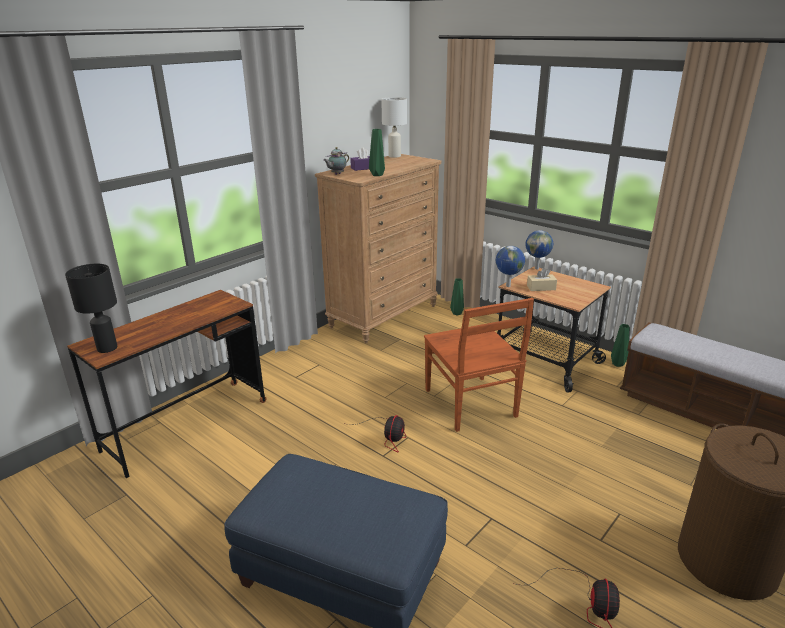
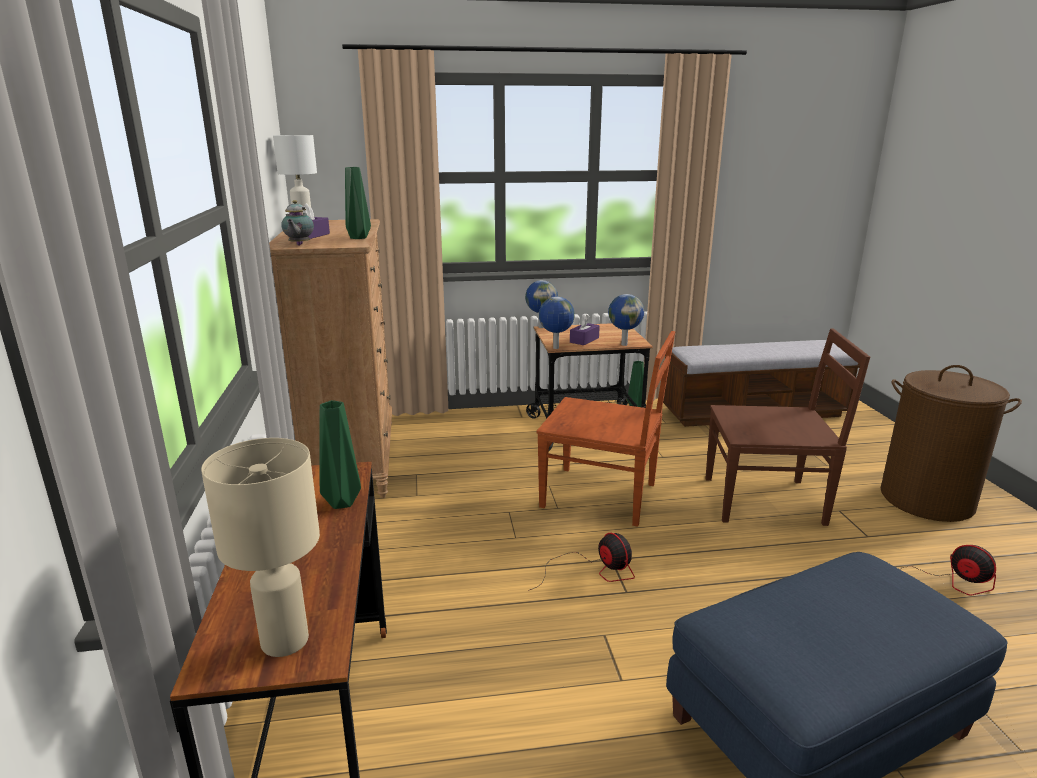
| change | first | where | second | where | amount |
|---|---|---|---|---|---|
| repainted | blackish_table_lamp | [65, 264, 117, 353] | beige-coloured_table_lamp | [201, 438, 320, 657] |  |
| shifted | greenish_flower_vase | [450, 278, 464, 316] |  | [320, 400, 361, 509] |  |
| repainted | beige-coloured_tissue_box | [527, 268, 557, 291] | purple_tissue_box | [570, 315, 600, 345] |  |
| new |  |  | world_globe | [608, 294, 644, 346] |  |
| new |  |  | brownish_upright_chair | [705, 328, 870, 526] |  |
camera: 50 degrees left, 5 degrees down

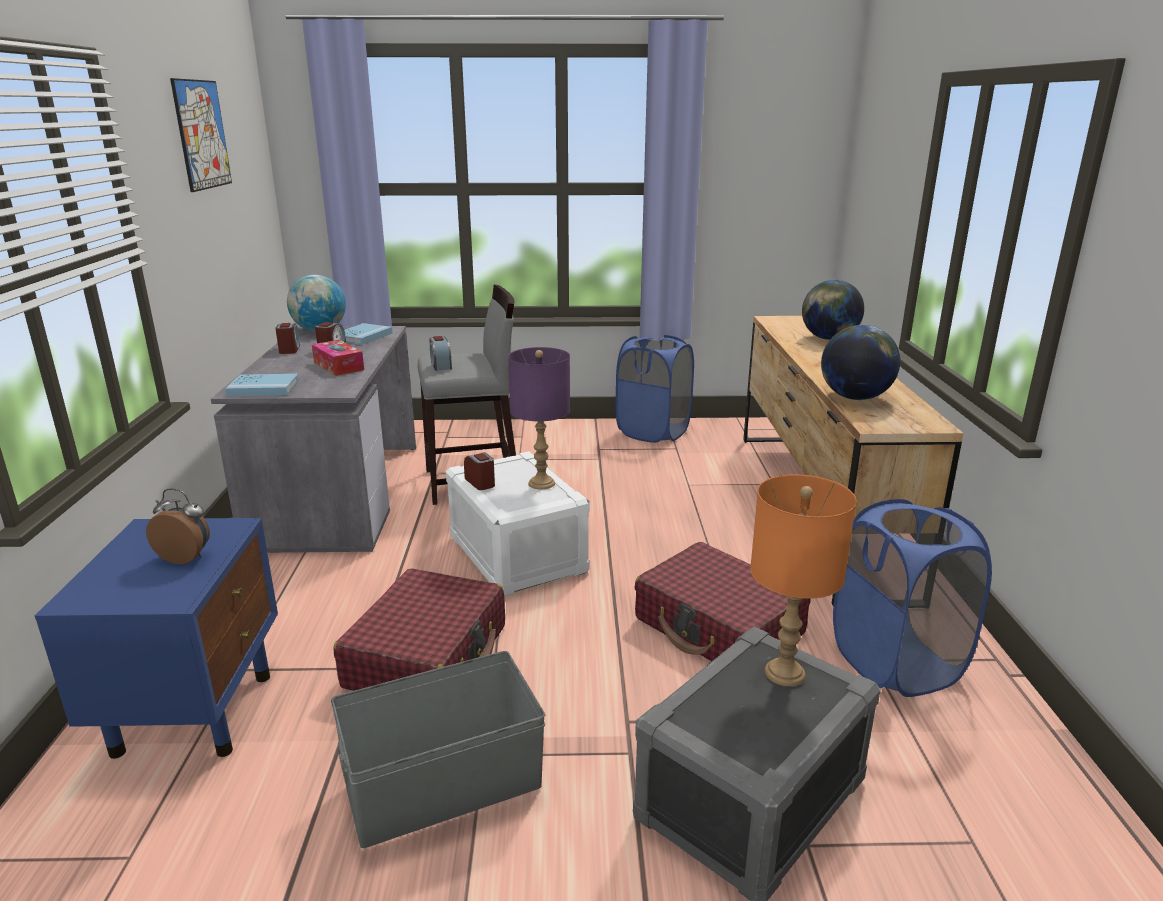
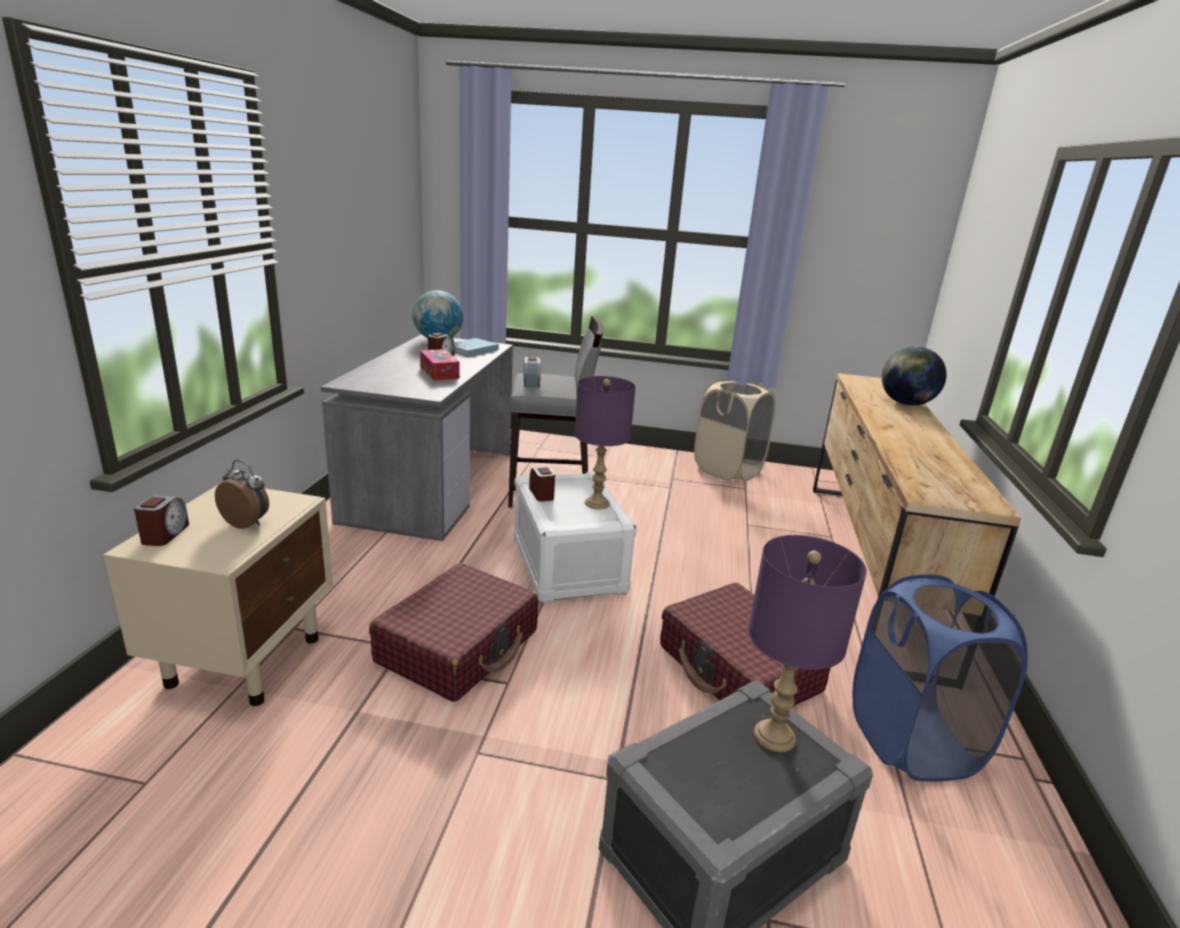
| change | first | where | second | where | amount |
|---|---|---|---|---|---|
| repainted | blue-coloured_nightstand | [35, 518, 278, 759] | beige-coloured_nightstand | [103, 484, 333, 706] |  |
| gone | wall_picture | [170, 78, 232, 192] |  |  |  |
| gone | blue-coloured_book | [225, 374, 299, 396] |  |  |  |
| shifted | table_clock | [275, 323, 300, 354] |  | [134, 496, 189, 546] |  |
| gone | greyish_storage_box | [331, 651, 545, 848] |  |  |  |
| repainted | blue-coloured_laundry_basket | [616, 335, 694, 443] | beige-coloured_laundry_basket | [694, 379, 776, 481] |  |
| repainted | orange_table_lamp | [750, 475, 856, 686] | purple_table_lamp | [748, 535, 867, 752] |  |
| gone | world_globe | [821, 325, 900, 400] |  |  |  |
camera: 10 degrees right, 0 degrees up

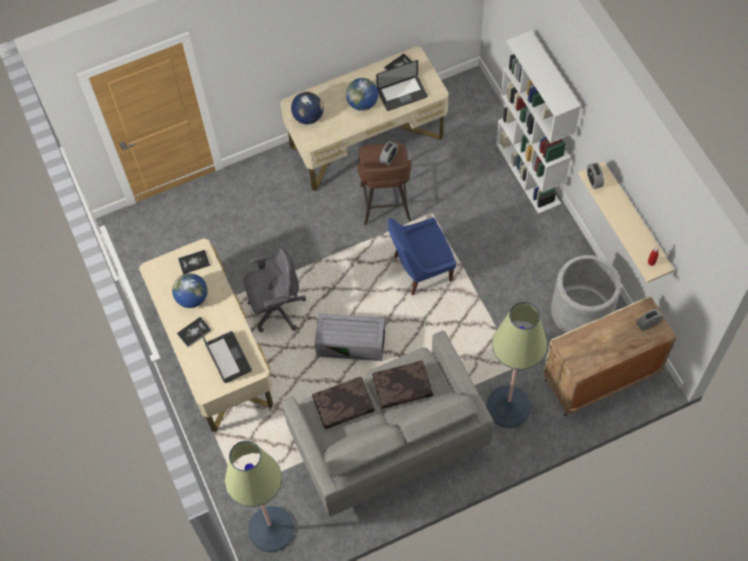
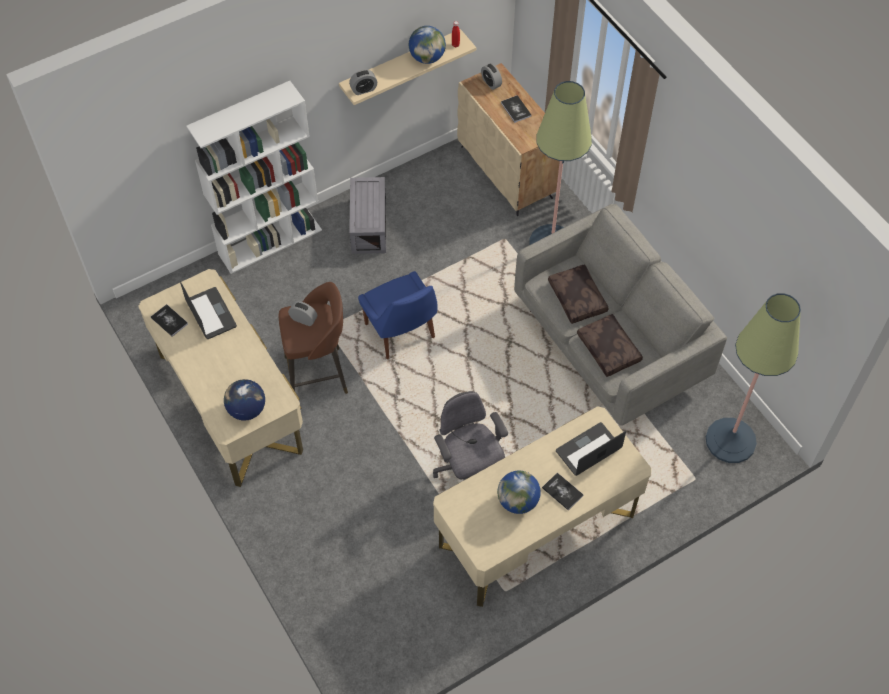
| change | first | where | second | where | amount |
|---|---|---|---|---|---|
| shifted | book | [178, 250, 210, 274] |  | [501, 95, 532, 123] |  |
| shifted | greyish_storage_box | [315, 313, 385, 361] |  | [349, 177, 386, 254] |  |
| shifted | world_globe | [346, 78, 378, 111] |  | [409, 26, 446, 64] |  |
| gone | greyish_planter | [551, 255, 621, 333] |  |  |  |
camera: 100 degrees left, 5 degrees down

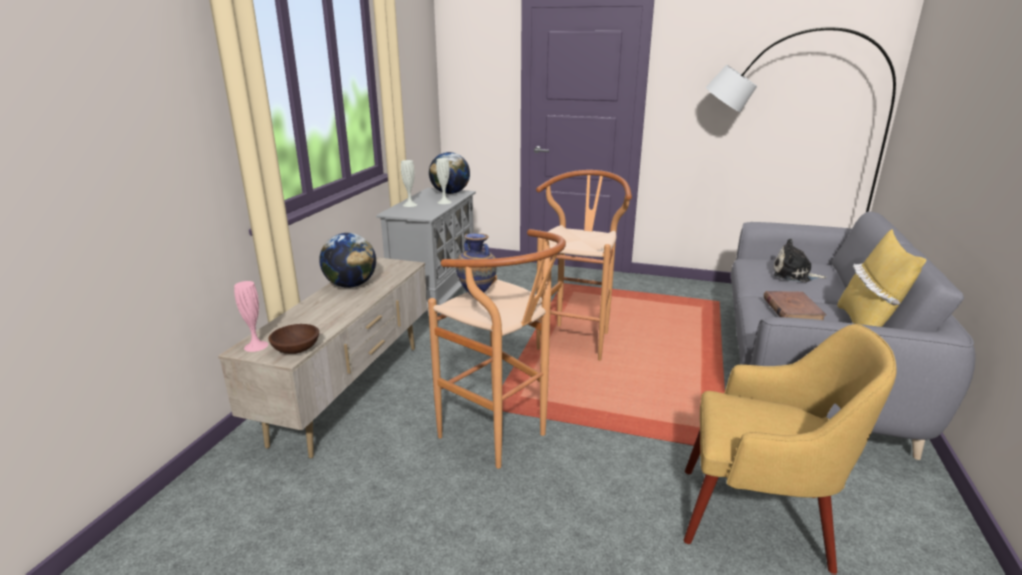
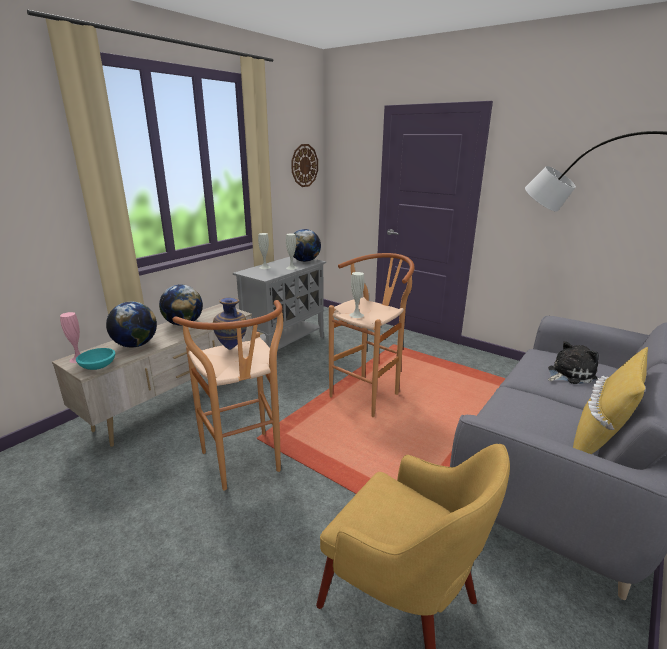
| change | first | where | second | where | amount |
|---|---|---|---|---|---|
| repainted | brownish_bowl | [268, 324, 319, 354] | blue-green_bowl | [76, 348, 115, 370] |  |
| gone | brownish_book | [764, 291, 826, 320] |  |  |  |
| rotated | cuddly_toy | [773, 239, 827, 282] |  | [548, 341, 599, 384] | 120 degrees clockwise |
| new |  |  | world_globe | [106, 302, 157, 348] |  |
| new |  |  | hanging_clock | [291, 144, 318, 187] |  |
| new |  |  | white_flower_vase | [349, 272, 364, 318] |  |
camera: 20 degrees right, 0 degrees up

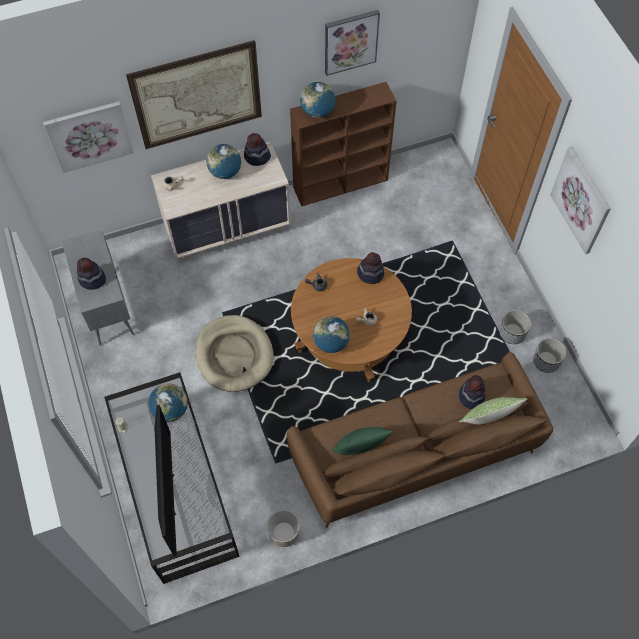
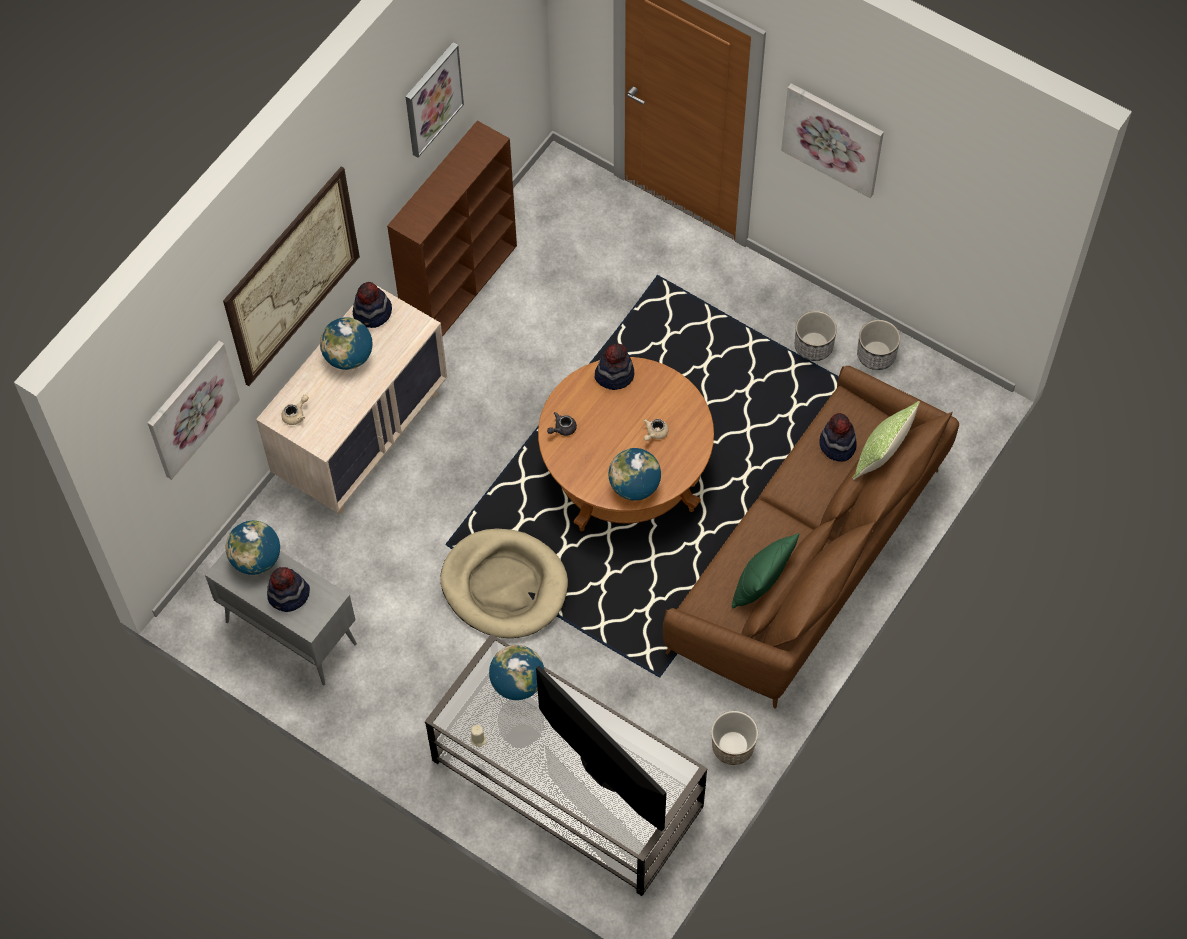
| change | first | where | second | where | amount |
|---|---|---|---|---|---|
| shifted | world_globe | [300, 82, 335, 118] |  | [226, 521, 280, 575] |  |
camera: 35 degrees left, 0 degrees up

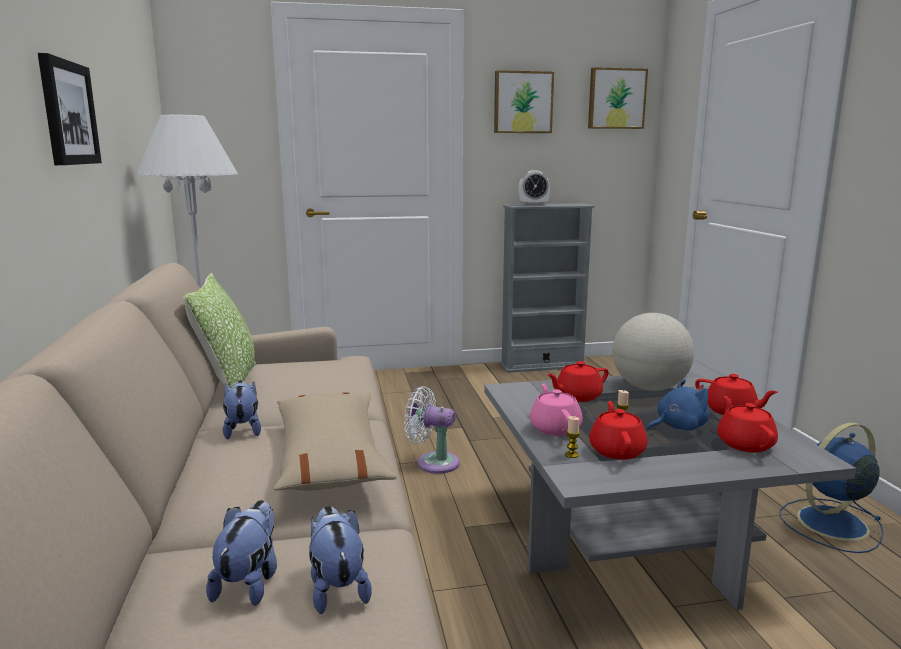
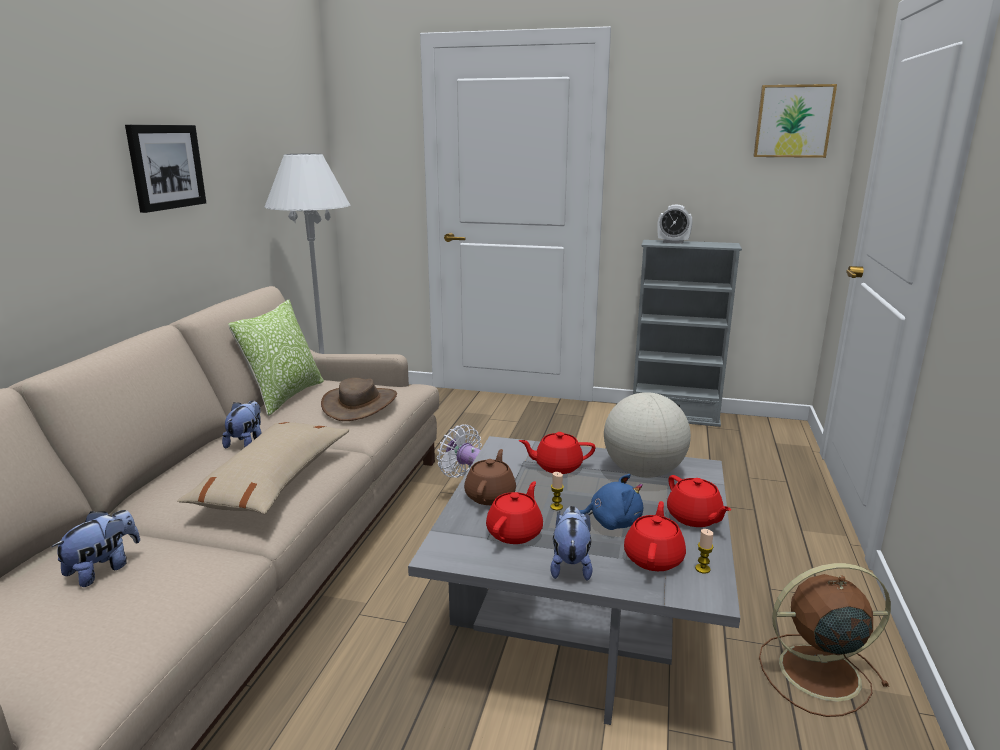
| change | first | where | second | where | amount |
|---|---|---|---|---|---|
| shifted | cuddly_toy | [309, 506, 372, 614] |  | [550, 506, 593, 581] |  |
| gone | wall_picture | [494, 70, 554, 133] |  |  |  |
| repainted | pinkish_tea_pot | [530, 384, 583, 436] | brownish_tea_pot | [464, 449, 516, 505] |  |
| shifted | candle | [565, 416, 580, 458] |  | [695, 529, 713, 574] |  |
| repainted | blue-coloured_fan | [780, 422, 883, 553] | brownish_fan | [759, 563, 891, 717] |  |
| new |  |  | brownish_clothing_hat | [321, 378, 397, 421] |  |
camera: 25 degrees right, 5 degrees up

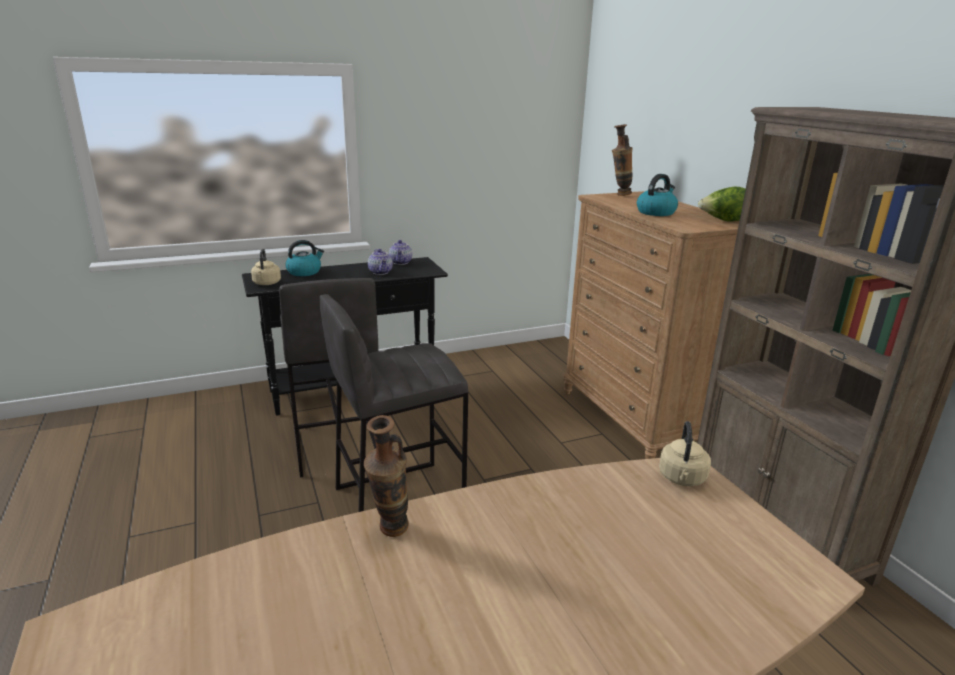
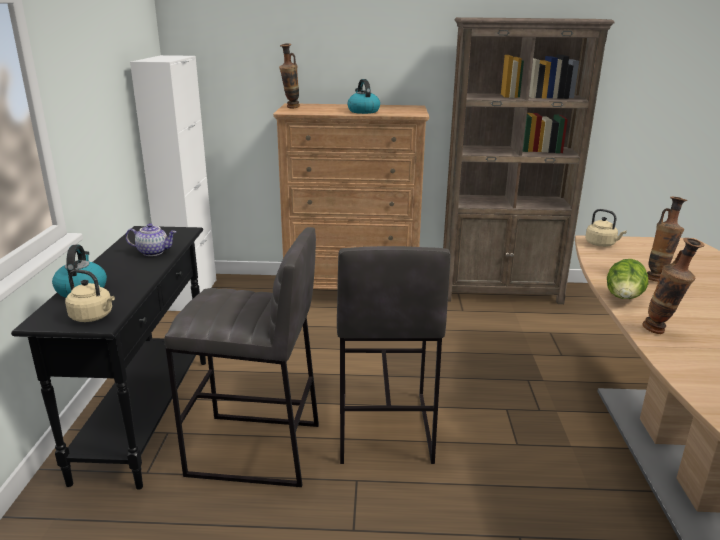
| change | first | where | second | where | amount |
|---|---|---|---|---|---|
| gone | tea_pot | [389, 240, 412, 265] |  |  |  |
| shifted | head_of_lettuce | [698, 186, 746, 222] |  | [607, 259, 648, 299] |  |
| new |  |  | white_cupboard | [130, 55, 217, 311] |  |
| new |  |  | flower_vase | [647, 197, 687, 282] |  |
camera: 65 degrees left, 0 degrees up

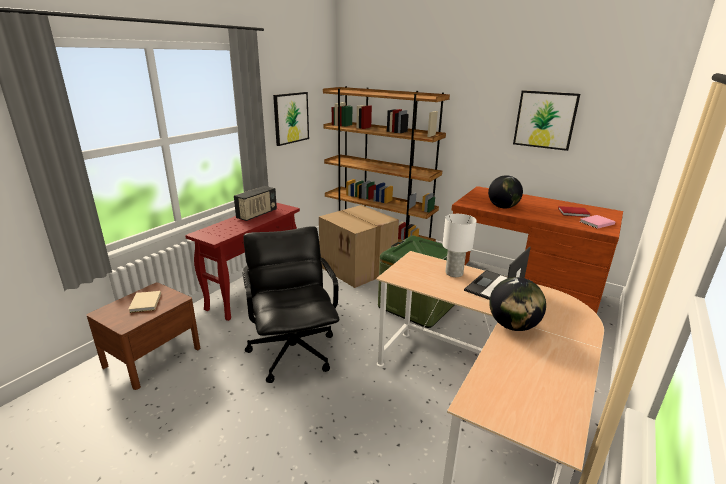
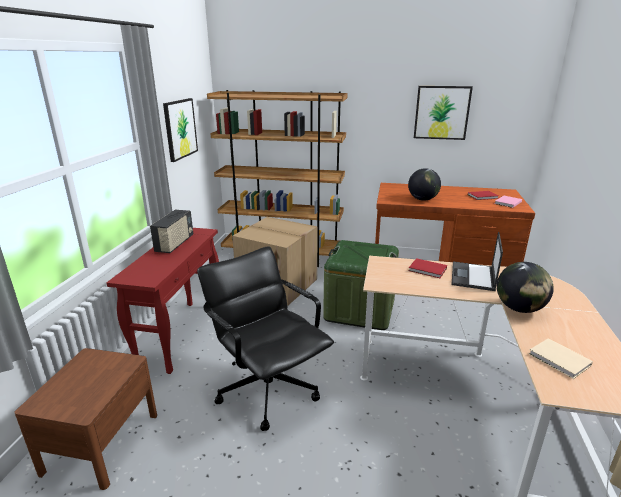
| change | first | where | second | where | amount |
|---|---|---|---|---|---|
| shifted | beige-coloured_book | [128, 291, 161, 313] |  | [529, 338, 593, 379] |  |
| swapped | white_table_lamp | [443, 214, 477, 277] | reddish_book | [409, 258, 447, 278] |  |
camera: 20 degrees left, 0 degrees up

